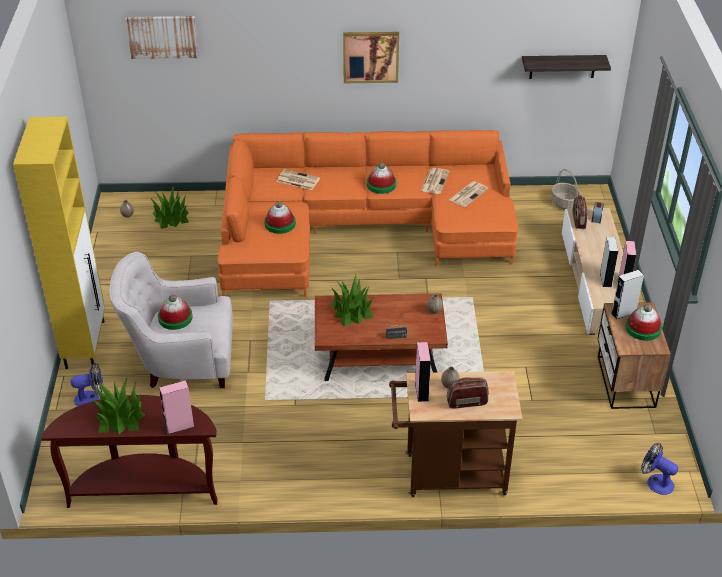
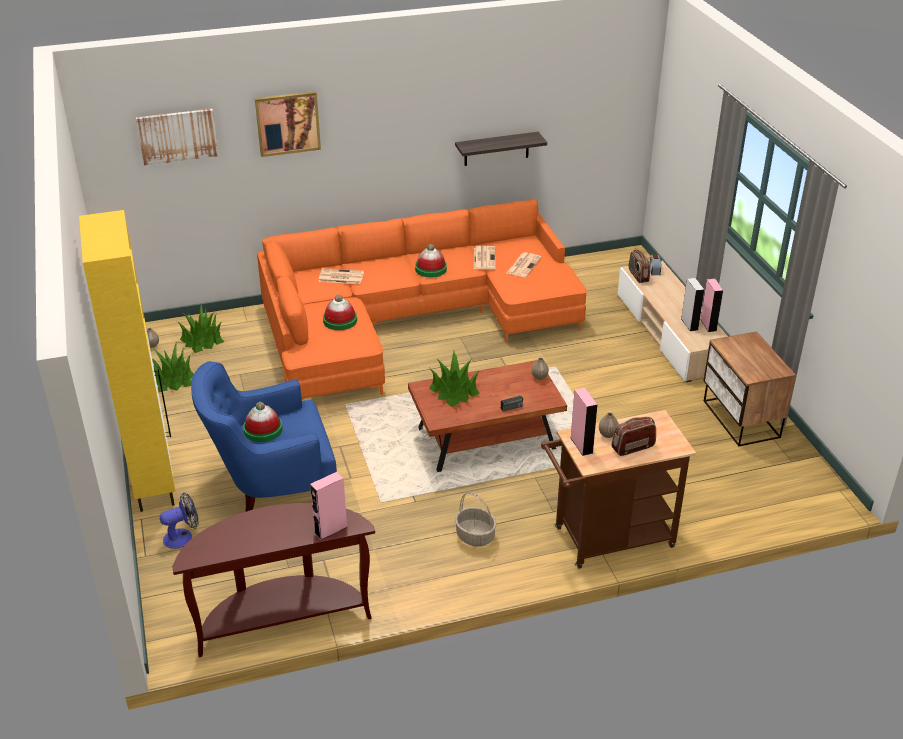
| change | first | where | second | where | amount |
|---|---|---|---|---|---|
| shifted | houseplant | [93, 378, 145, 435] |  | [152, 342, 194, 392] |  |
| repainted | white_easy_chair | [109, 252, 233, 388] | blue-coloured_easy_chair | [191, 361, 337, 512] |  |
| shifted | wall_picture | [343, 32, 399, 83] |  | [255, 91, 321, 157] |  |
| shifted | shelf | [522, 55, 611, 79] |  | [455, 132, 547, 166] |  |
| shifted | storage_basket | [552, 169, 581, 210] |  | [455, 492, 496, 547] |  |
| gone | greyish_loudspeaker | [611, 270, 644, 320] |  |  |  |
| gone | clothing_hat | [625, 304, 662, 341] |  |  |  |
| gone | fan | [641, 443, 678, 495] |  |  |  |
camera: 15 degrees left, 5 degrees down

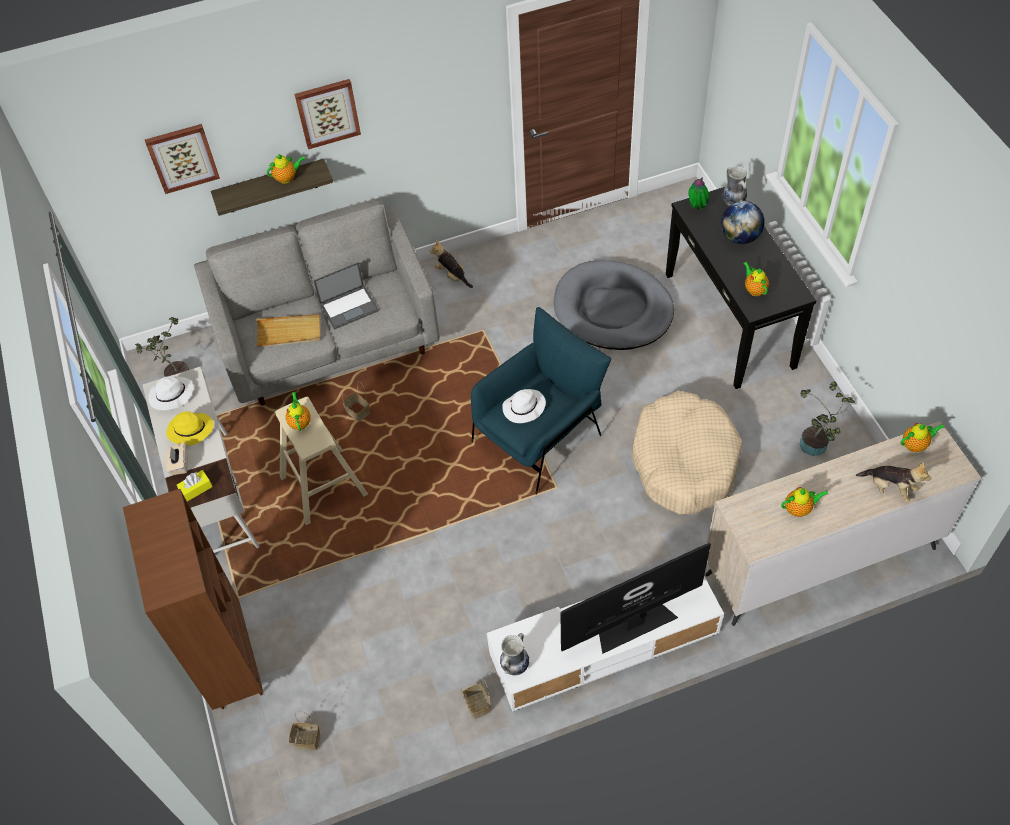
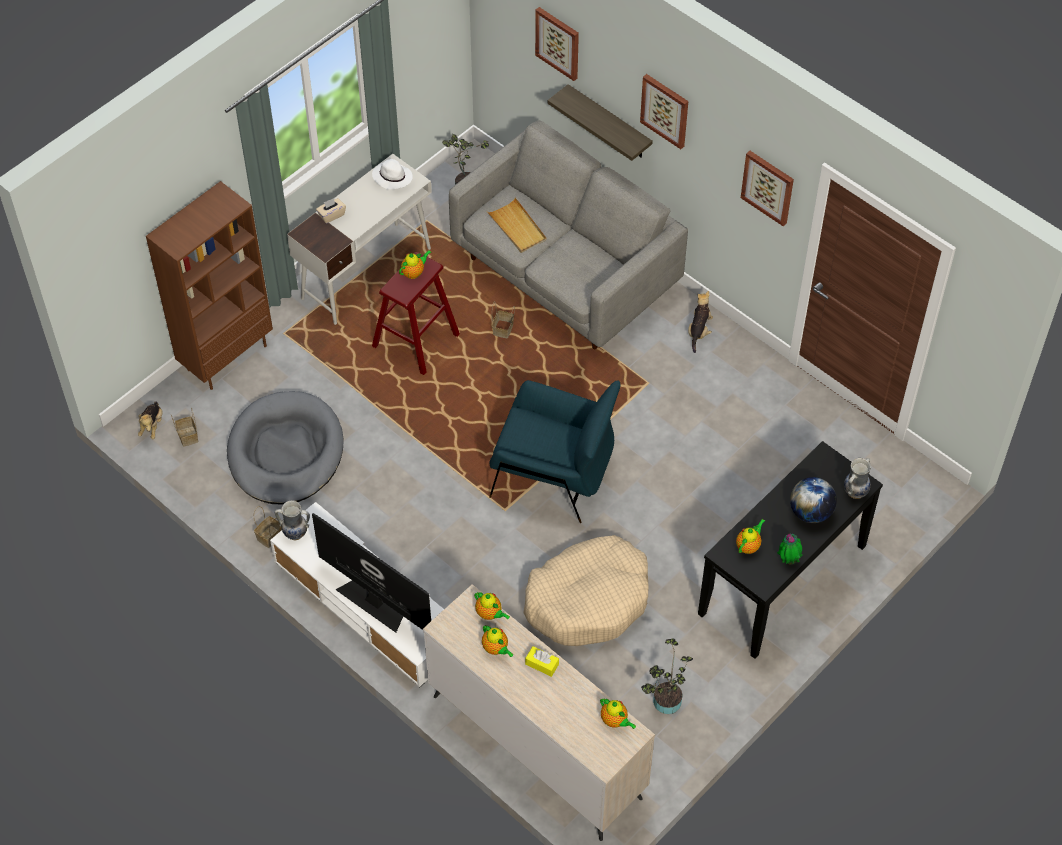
| change | first | where | second | where | amount |
|---|---|---|---|---|---|
| gone | yellow_clothing_hat | [166, 411, 214, 446] |  |  |  |
| shifted | yellow_tissue_box | [177, 470, 213, 501] |  | [525, 646, 559, 677] |  |
| shifted | tea_pot | [267, 154, 305, 184] |  | [474, 592, 510, 620] |  |
| repainted | beige-coloured_stool | [275, 397, 368, 525] | reddish_stool | [372, 252, 460, 375] |  |
| gone | laptop | [313, 262, 379, 330] |  |  |  |
| gone | white_clothing_hat | [503, 389, 546, 423] |  |  |  |
| shifted | greyish_pet_bed | [554, 260, 674, 350] |  | [227, 391, 344, 505] |  |
| shifted | houseplant | [688, 177, 710, 210] |  | [777, 534, 803, 565] |  |
| shifted | cuddly_toy | [856, 462, 931, 502] |  | [138, 401, 163, 439] |  |
| new |  |  | wall_picture | [741, 151, 794, 226] |  |
camera: 60 degrees right, 0 degrees up

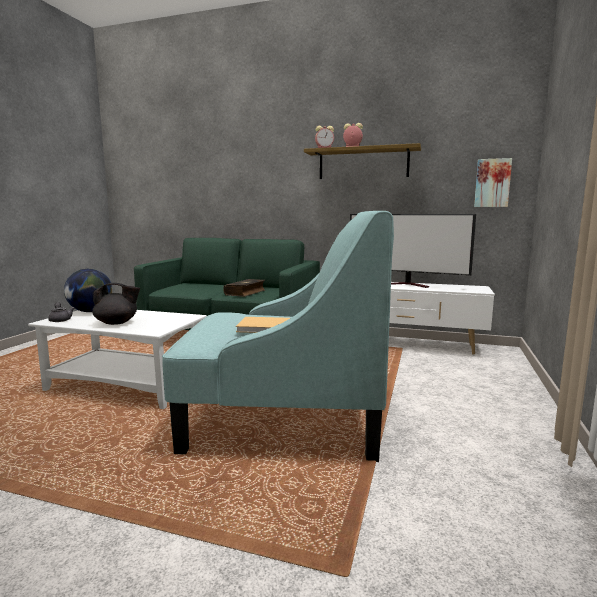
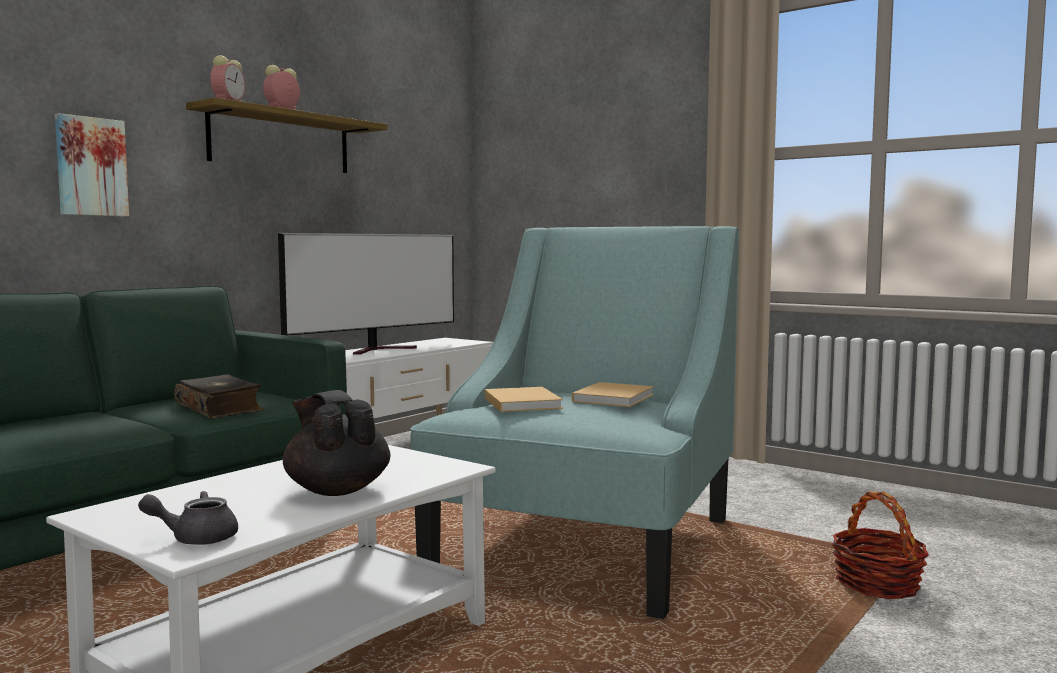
| change | first | where | second | where | amount |
|---|---|---|---|---|---|
| gone | world_globe | [64, 268, 113, 312] |  |  |  |
| rotated | blackish_tea_pot | [92, 283, 140, 325] |  | [283, 390, 390, 496] | 45 degrees counterclockwise |
| shifted | wall_picture | [474, 158, 512, 207] |  | [55, 113, 129, 216] |  |
| new |  |  | beige-coloured_book | [485, 387, 563, 412] |  |
| new |  |  | storage_basket | [832, 491, 929, 599] |  |
camera: 70 degrees left, 5 degrees down

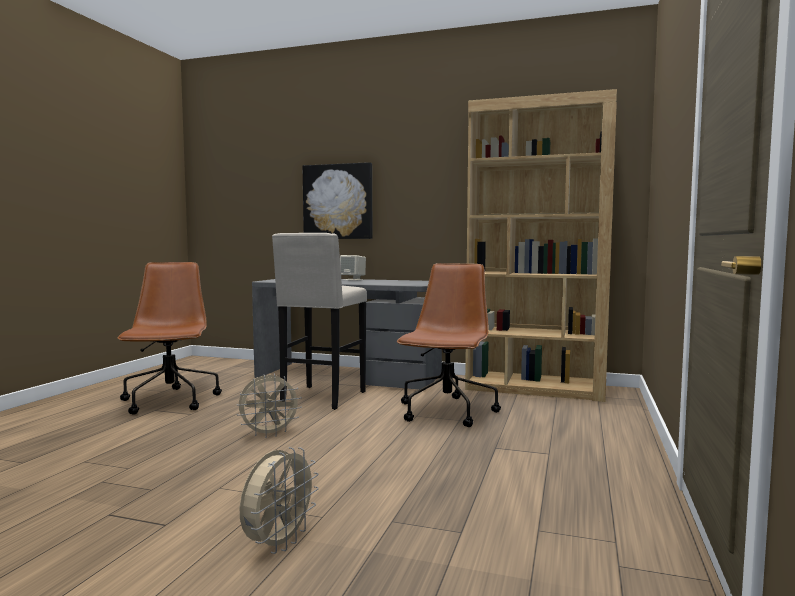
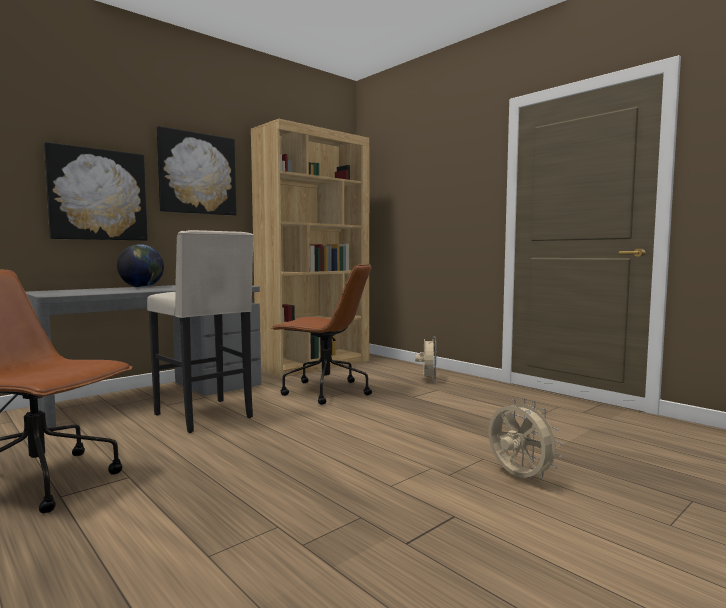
| change | first | where | second | where | amount |
|---|---|---|---|---|---|
| shifted | beige-coloured_fan | [237, 374, 302, 438] |  | [415, 336, 437, 381] |  |
| swapped | beige-coloured_loudspeaker | [340, 255, 366, 281] | world_globe | [117, 244, 164, 287] |  |
| rotated | brownish_computer_chair | [397, 263, 501, 427] |  | [271, 264, 372, 405] | 150 degrees clockwise |
| new |  |  | wall_picture | [157, 126, 237, 216] |  |
camera: 60 degrees left, 0 degrees up

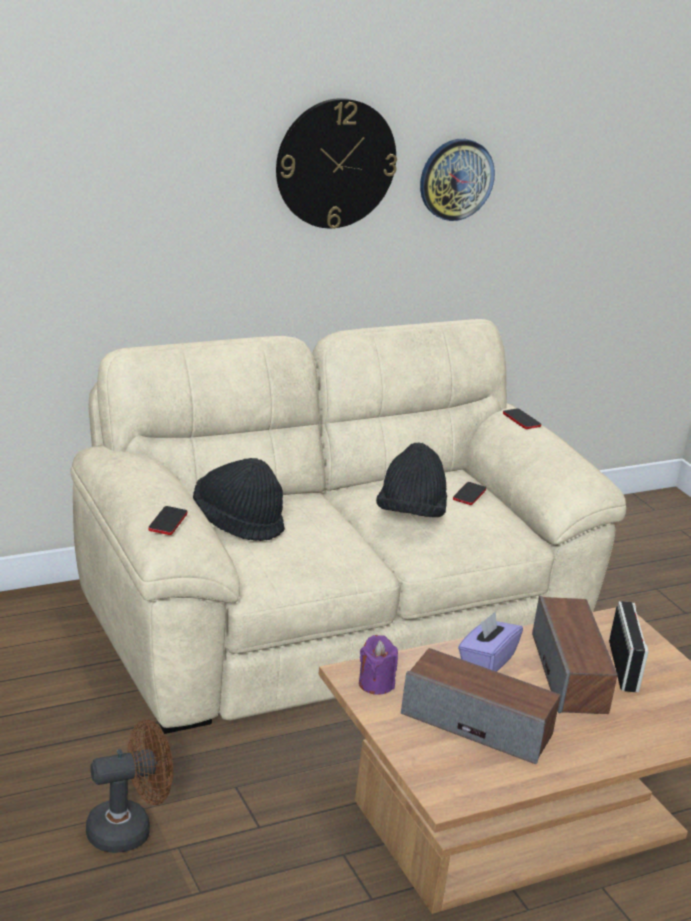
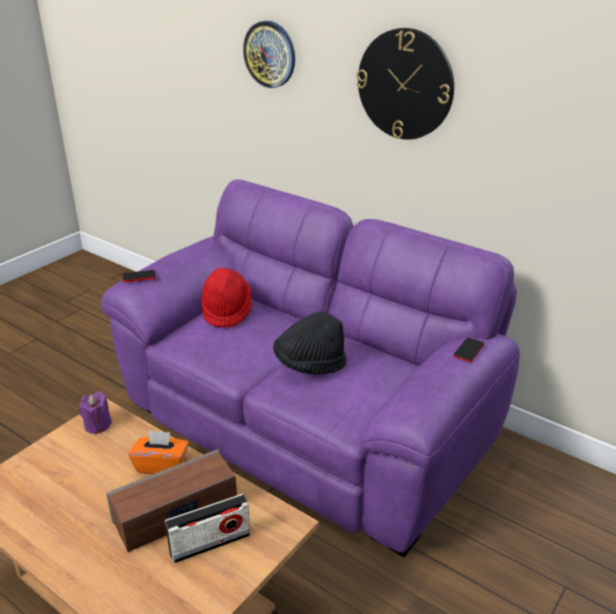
| change | first | where | second | where | amount |
|---|---|---|---|---|---|
| repainted | beige-coloured_sofa | [70, 319, 626, 734] | purple_sofa | [101, 179, 520, 557] |  |
| gone | brownish_fan | [86, 720, 173, 853] |  |  |  |
| repainted | blackish_clothing_hat | [193, 458, 285, 541] | reddish_clothing_hat | [201, 268, 252, 328] |  |
| gone | loudspeaker | [401, 648, 561, 764] |  |  |  |
| shifted | hanging_clock | [420, 139, 495, 221] |  | [243, 21, 295, 88] |  |
| gone | telephone | [453, 482, 486, 505] |  |  |  |
| repainted | purple_tissue_box | [458, 611, 523, 672] | orange_tissue_box | [129, 430, 189, 474] |  |
camera: 65 degrees right, 5 degrees up

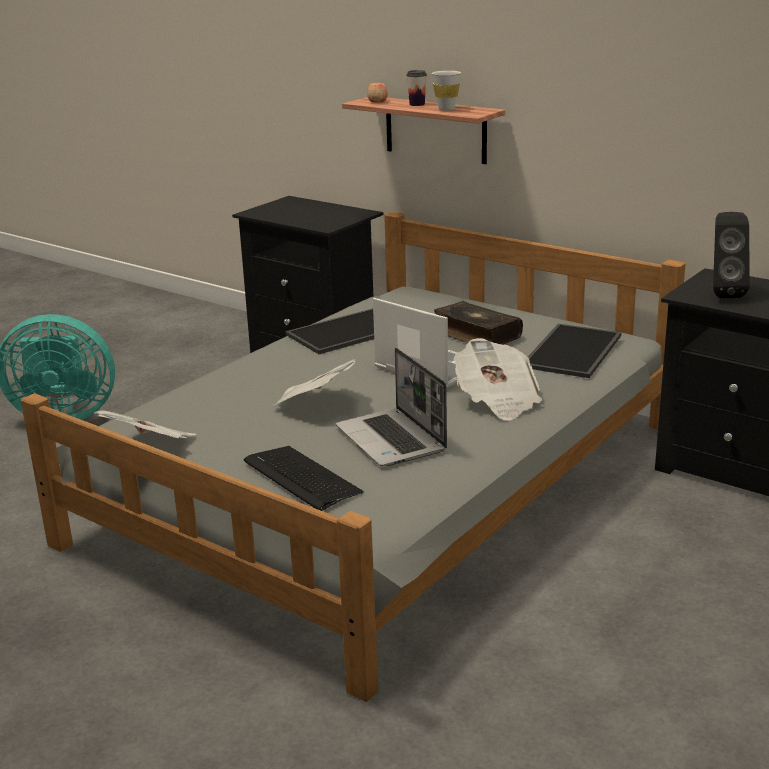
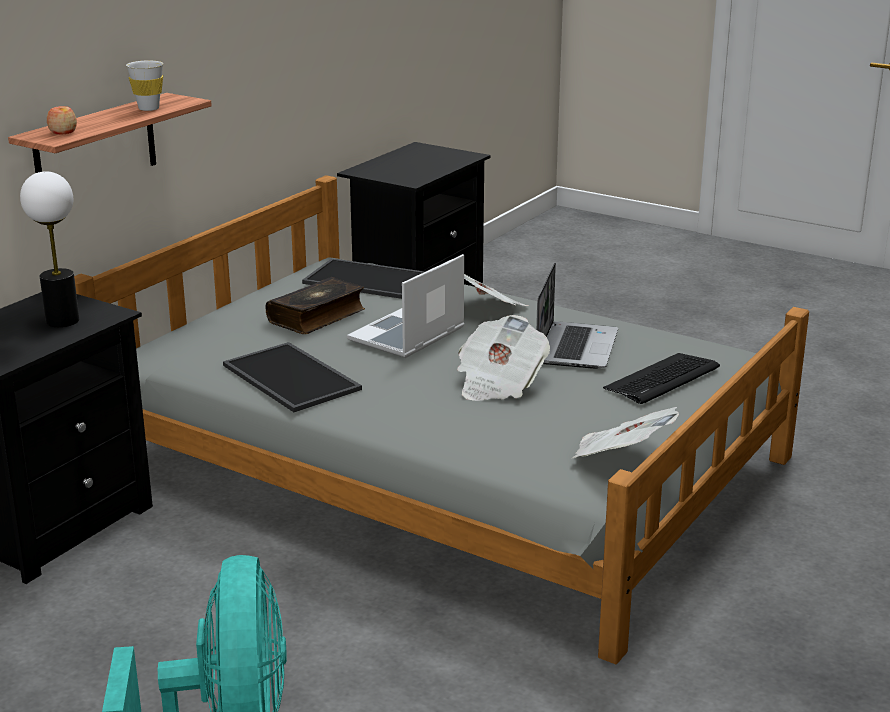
| change | first | where | second | where | amount |
|---|---|---|---|---|---|
| rotated | laptop | [336, 348, 447, 466] |  | [536, 263, 618, 369] | 45 degrees counterclockwise |
| gone | drinking_cup | [406, 70, 427, 106] |  |  |  |
| gone | blackish_loudspeaker | [713, 212, 750, 298] |  |  |  |
| new |  |  | table_lamp | [20, 171, 79, 327] |  |
camera: 95 degrees left, 0 degrees up

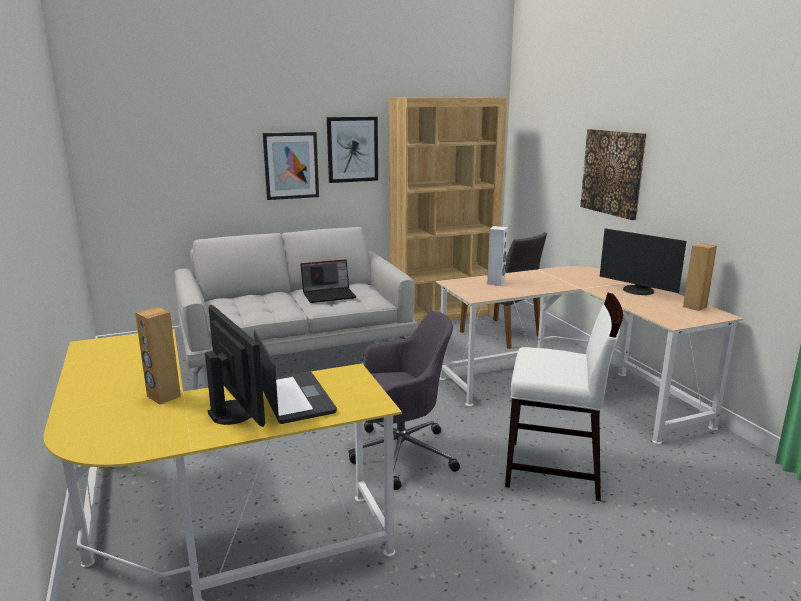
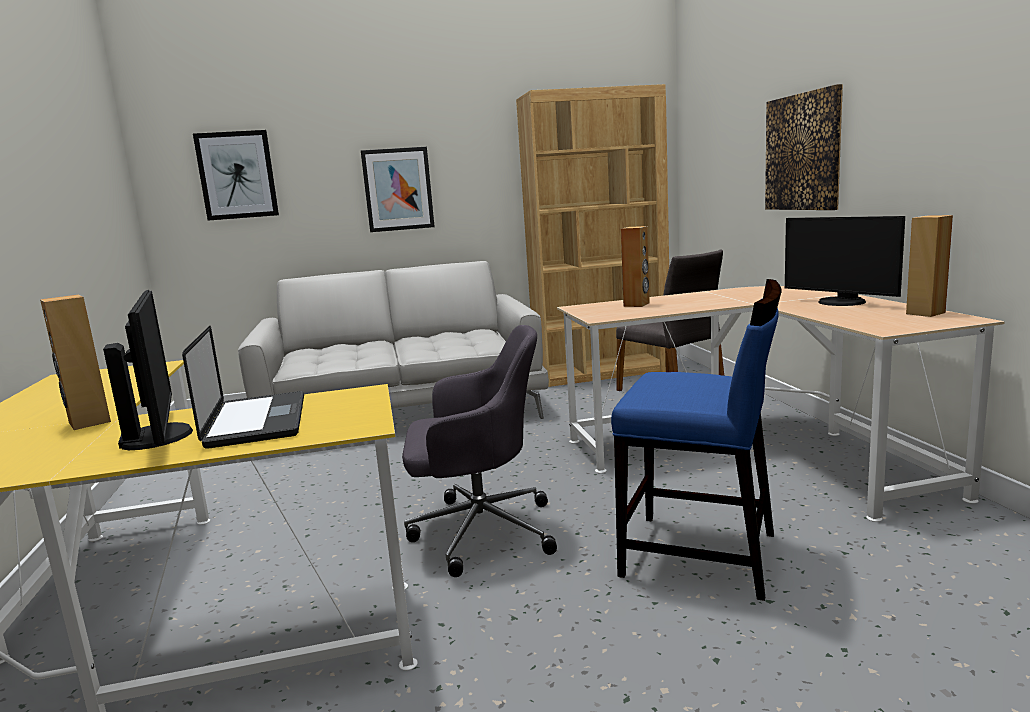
| change | first | where | second | where | amount |
|---|---|---|---|---|---|
| gone | laptop | [300, 259, 357, 303] |  |  |  |
| shifted | wall_picture | [327, 117, 378, 183] |  | [193, 130, 279, 221] |  |
| repainted | white_loudspeaker | [487, 226, 508, 286] | brownish_loudspeaker | [621, 226, 650, 307] |  |
| repainted | white_upright_chair | [505, 293, 623, 501] | blue-coloured_upright_chair | [611, 279, 782, 601] |  |
camera: 10 degrees right, 5 degrees down

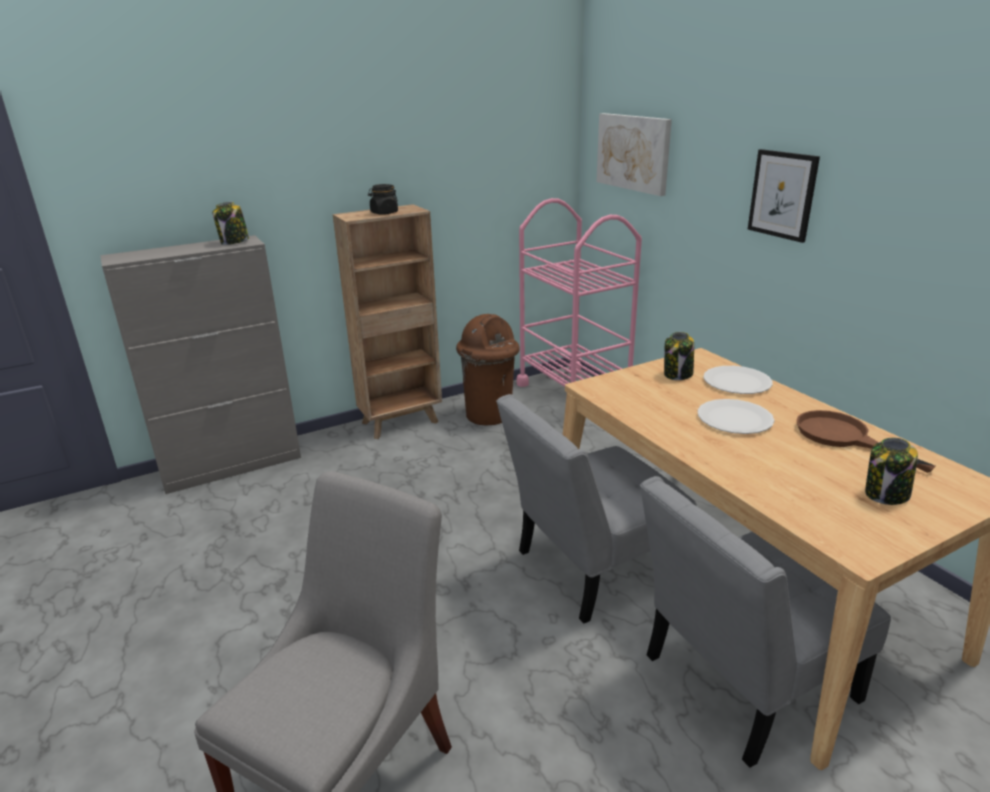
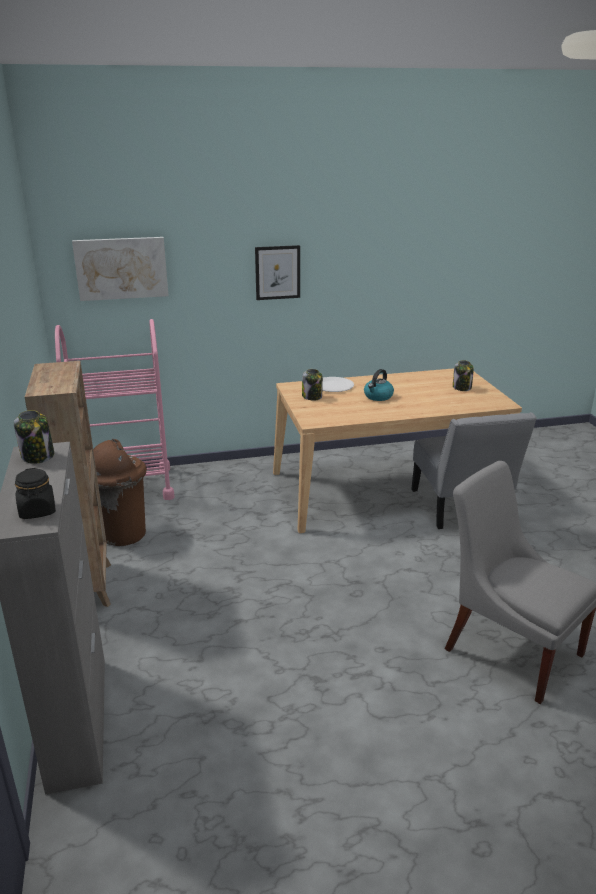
| change | first | where | second | where | amount |
|---|---|---|---|---|---|
| shifted | blackish_storage_jar | [368, 184, 398, 215] |  | [15, 468, 56, 519] |  |
| gone | greyish_upright_chair | [496, 394, 697, 624] |  |  |  |
| swapped | white_dinner_plate | [697, 399, 775, 434] | water_kettle | [364, 369, 394, 401] |  |
| gone | brownish_skillet | [796, 410, 936, 473] |  |  |  |
camera: 75 degrees left, 0 degrees up

